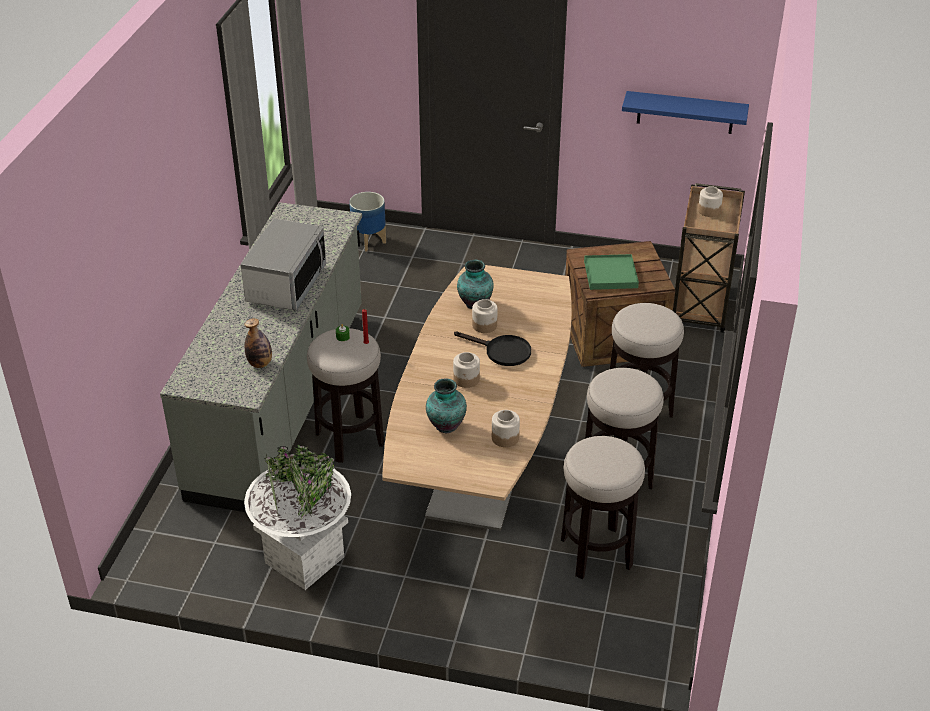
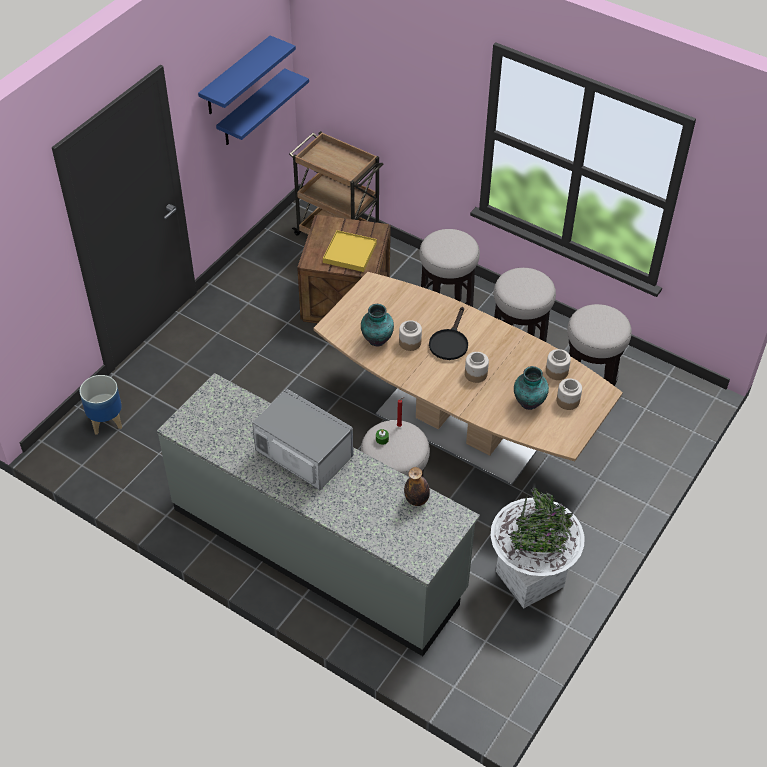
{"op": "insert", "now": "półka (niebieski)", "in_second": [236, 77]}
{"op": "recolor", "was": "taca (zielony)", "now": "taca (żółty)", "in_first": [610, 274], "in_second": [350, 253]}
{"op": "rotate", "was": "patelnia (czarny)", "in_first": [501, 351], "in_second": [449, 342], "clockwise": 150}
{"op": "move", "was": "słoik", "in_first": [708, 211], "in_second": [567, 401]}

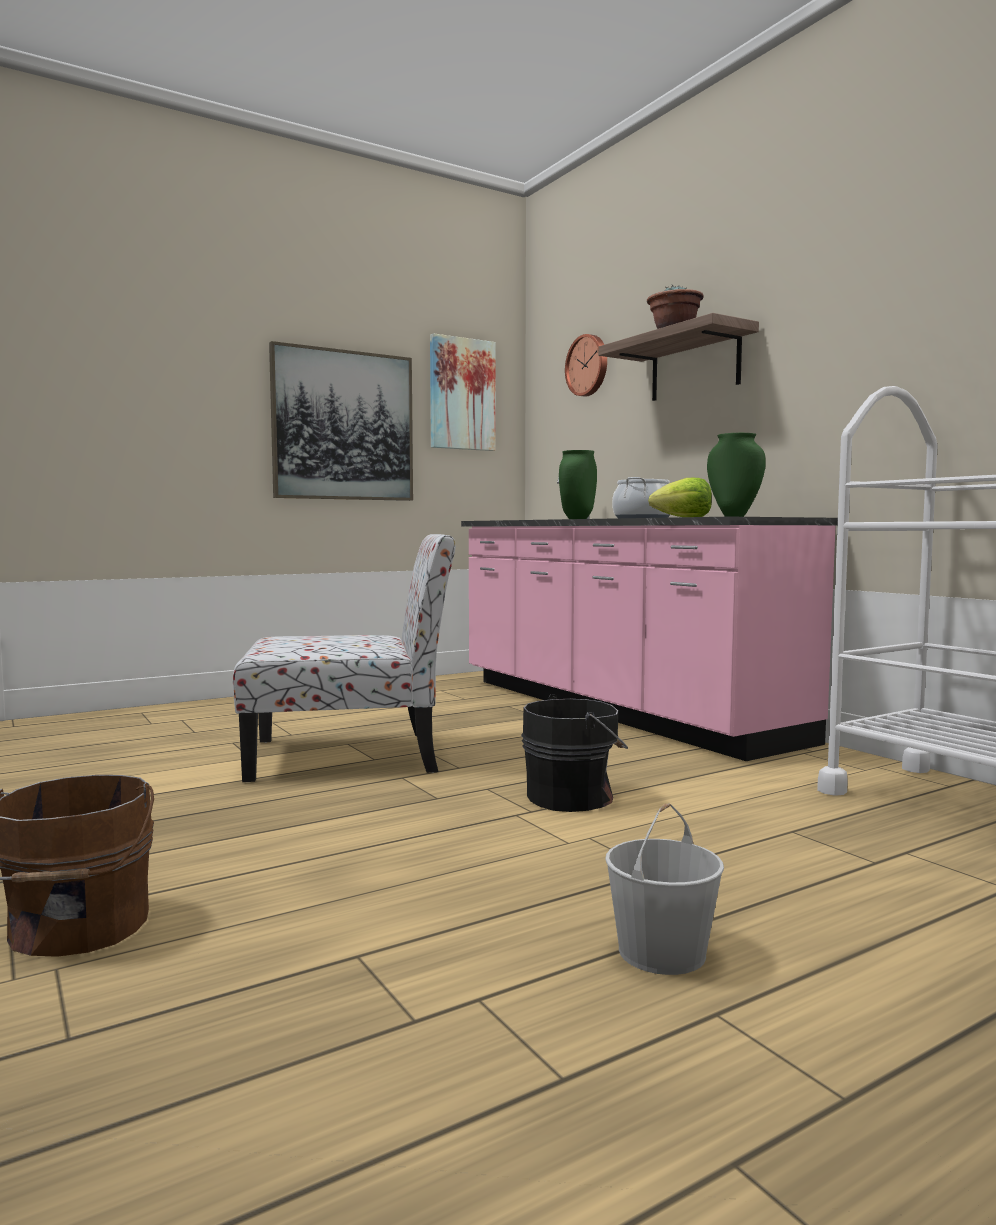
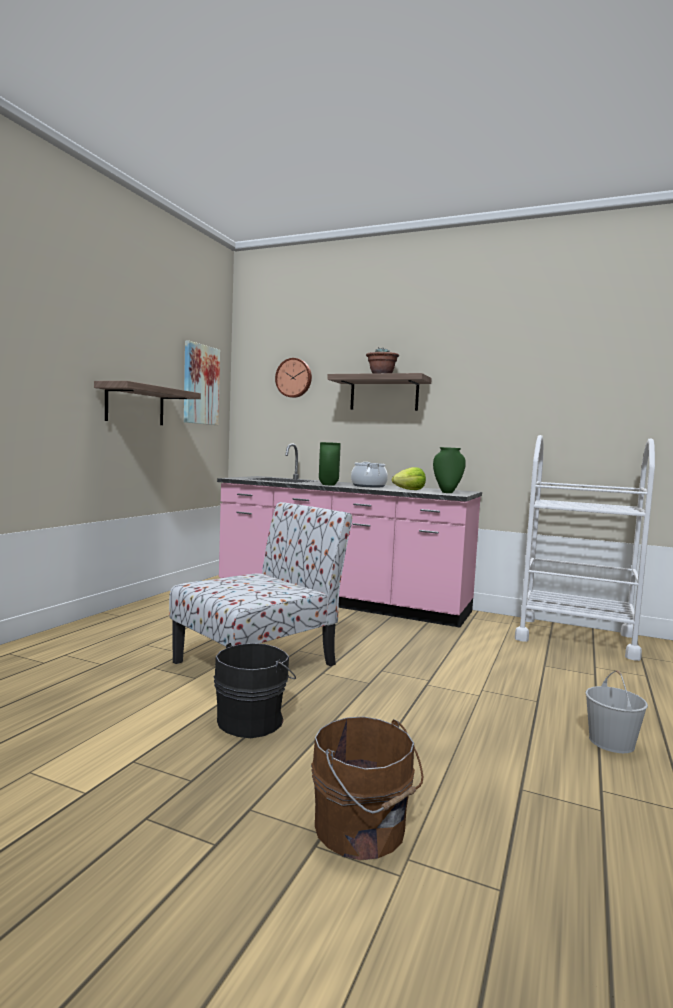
{"op": "replace", "was": "obraz", "now": "półka", "in_first": [343, 425], "in_second": [135, 405]}
{"op": "move", "was": "wiadro (czarny)", "in_first": [574, 797], "in_second": [253, 720]}

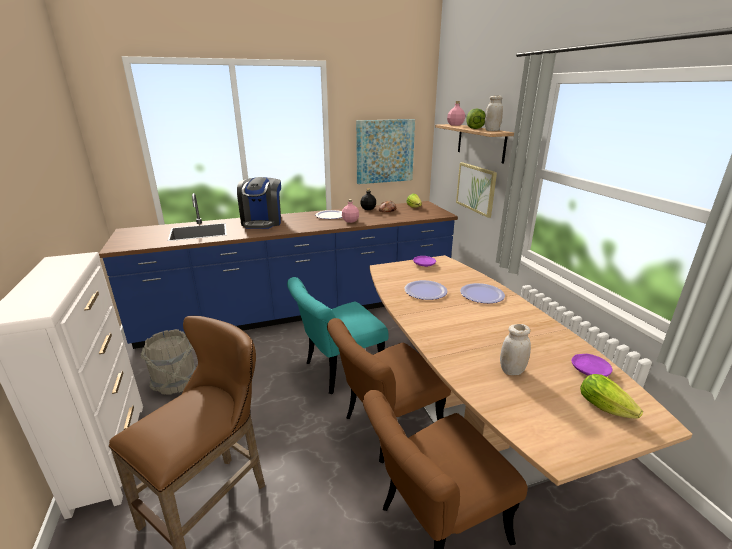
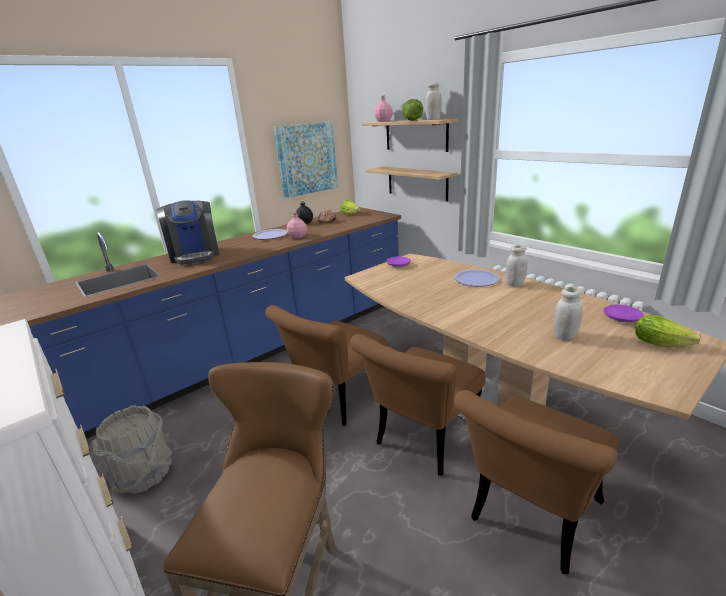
{"op": "recolor", "was": "krzesło (turkusowy)", "now": "krzesło (brązowy)", "in_first": [338, 370], "in_second": [336, 399]}
{"op": "replace", "was": "obraz", "now": "półka", "in_first": [476, 188], "in_second": [417, 183]}
{"op": "insert", "now": "słoik (biały)", "in_second": [514, 284]}
{"op": "delete", "was": "talerz", "in_first": [425, 291]}

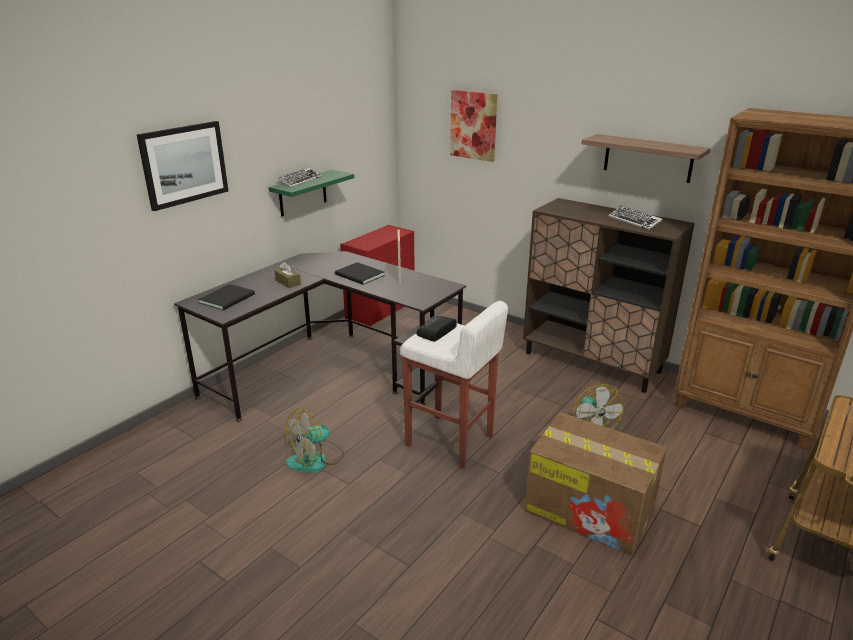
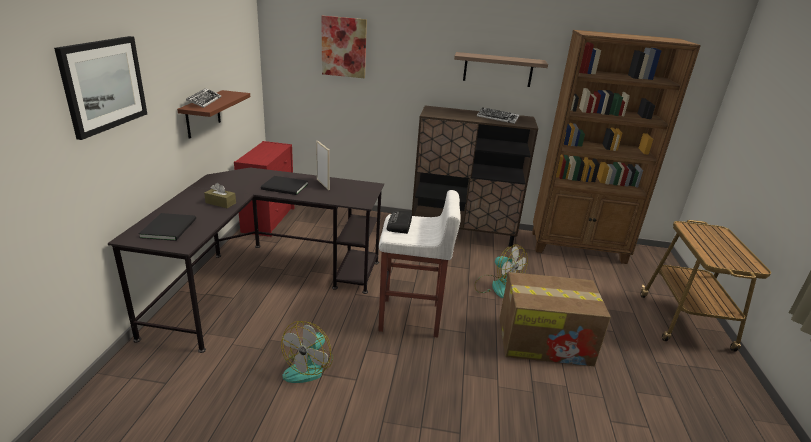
{"op": "recolor", "was": "półka (zielony)", "now": "półka (brązowy)", "in_first": [302, 193], "in_second": [203, 114]}

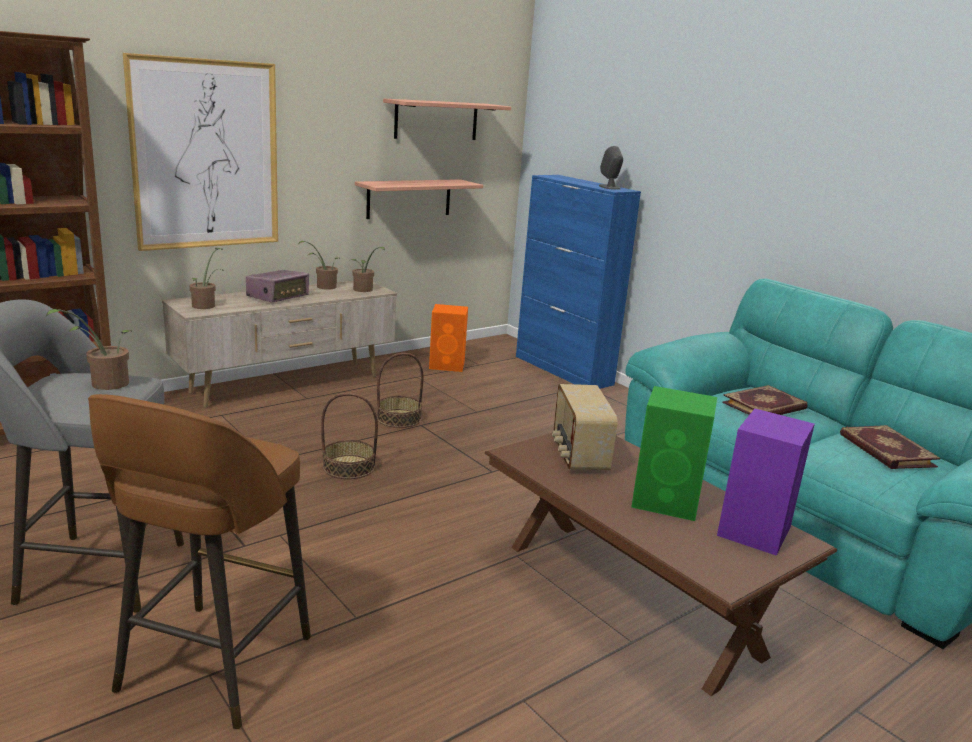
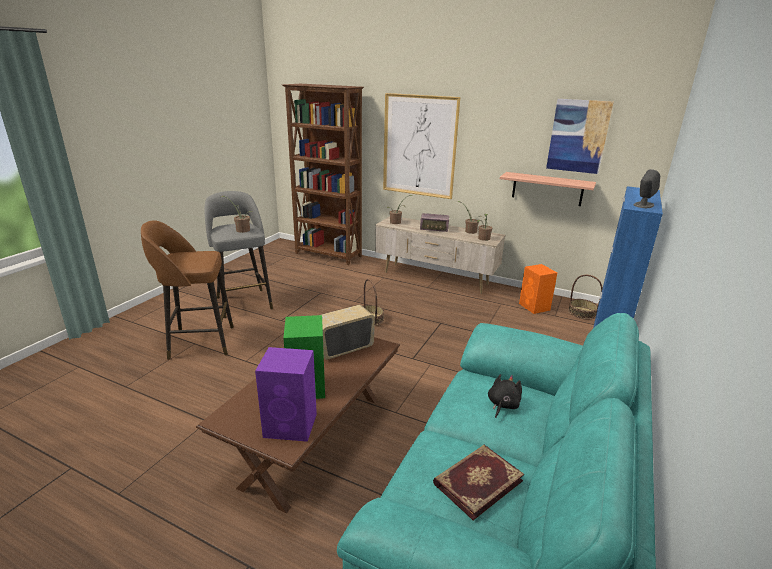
{"op": "replace", "was": "książka", "now": "pluszak (czarny)", "in_first": [765, 406], "in_second": [502, 405]}
{"op": "replace", "was": "półka", "now": "obraz", "in_first": [436, 120], "in_second": [578, 136]}
{"op": "move", "was": "koszyk", "in_first": [399, 418], "in_second": [582, 313]}

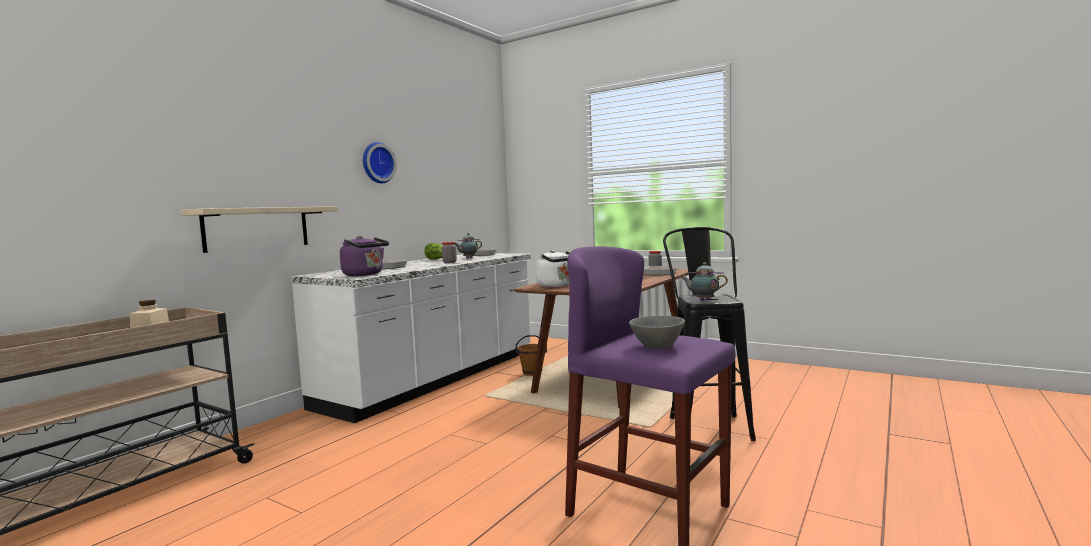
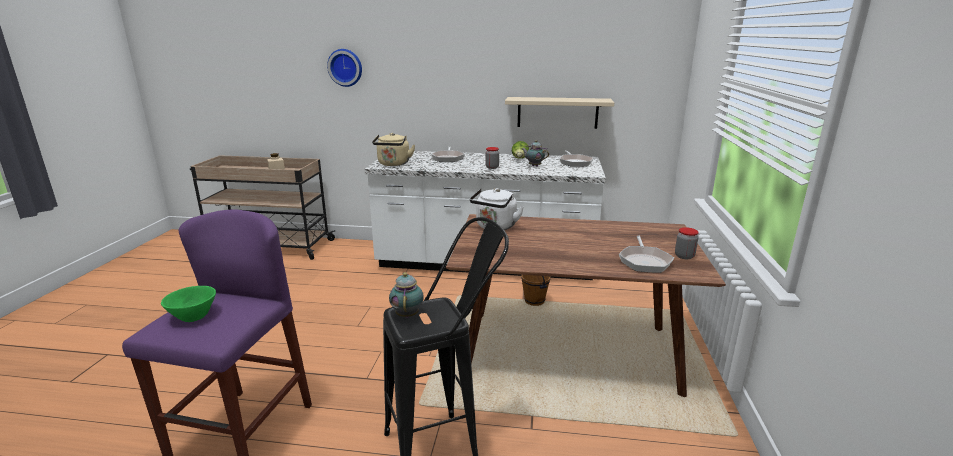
{"op": "recolor", "was": "miska (szary)", "now": "miska (zielony)", "in_first": [656, 345], "in_second": [195, 315]}
{"op": "move", "was": "zegar ścienny", "in_first": [377, 163], "in_second": [345, 67]}
{"op": "recolor", "was": "czajnik (fioletowy)", "now": "czajnik (beżowy)", "in_first": [365, 274], "in_second": [393, 164]}
{"op": "move", "was": "półka (beżowy)", "in_first": [257, 228], "in_second": [557, 112]}

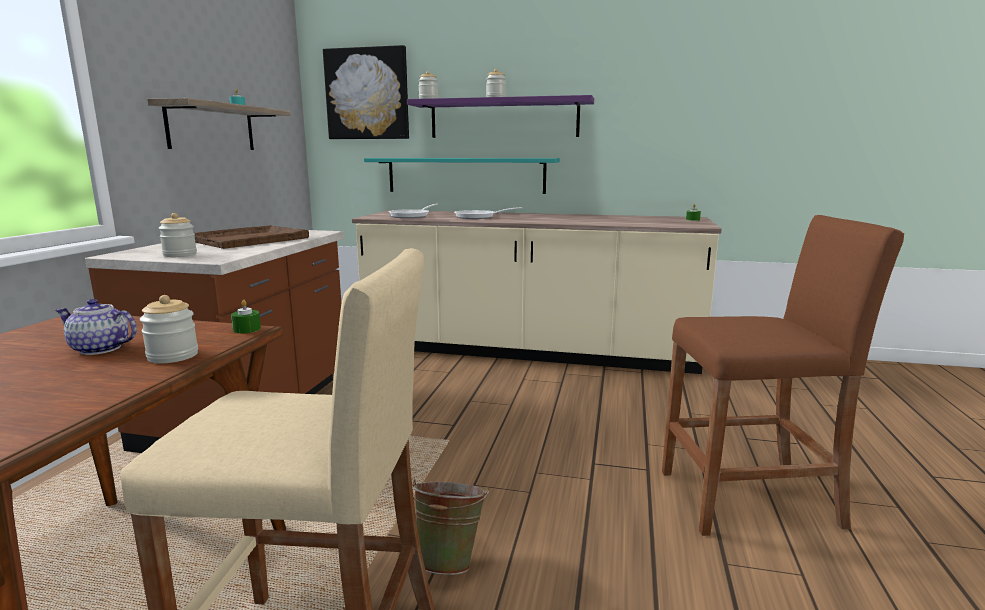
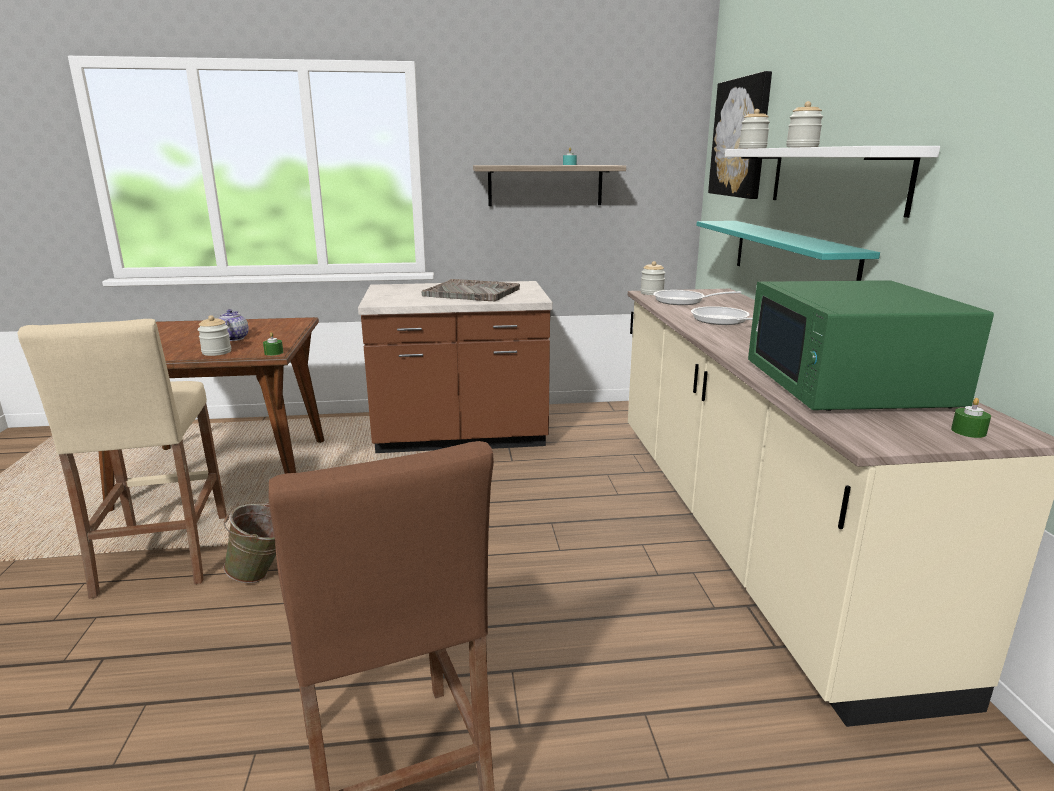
{"op": "recolor", "was": "taca (brązowy)", "now": "taca (szary)", "in_first": [251, 239], "in_second": [472, 293]}
{"op": "move", "was": "słoik", "in_first": [180, 255], "in_second": [652, 293]}
{"op": "recolor", "was": "półka (fioletowy)", "now": "półka (biały)", "in_first": [503, 119], "in_second": [834, 178]}
{"op": "insert", "now": "mikrofalówka (zielony)", "in_second": [847, 385]}

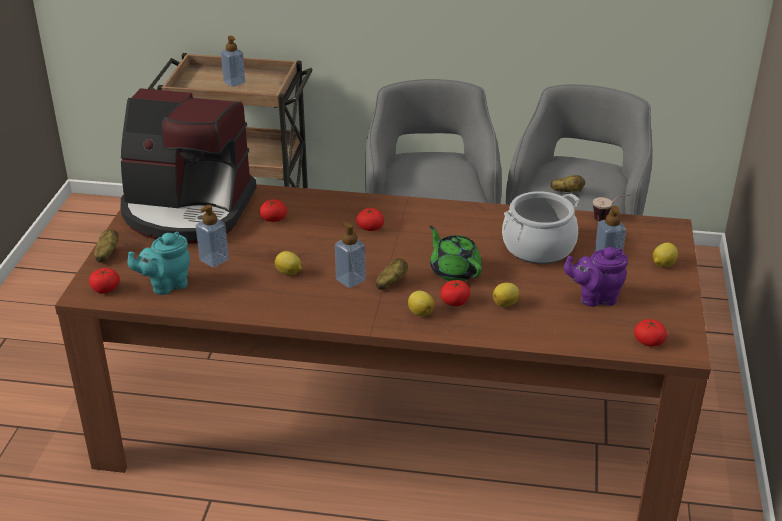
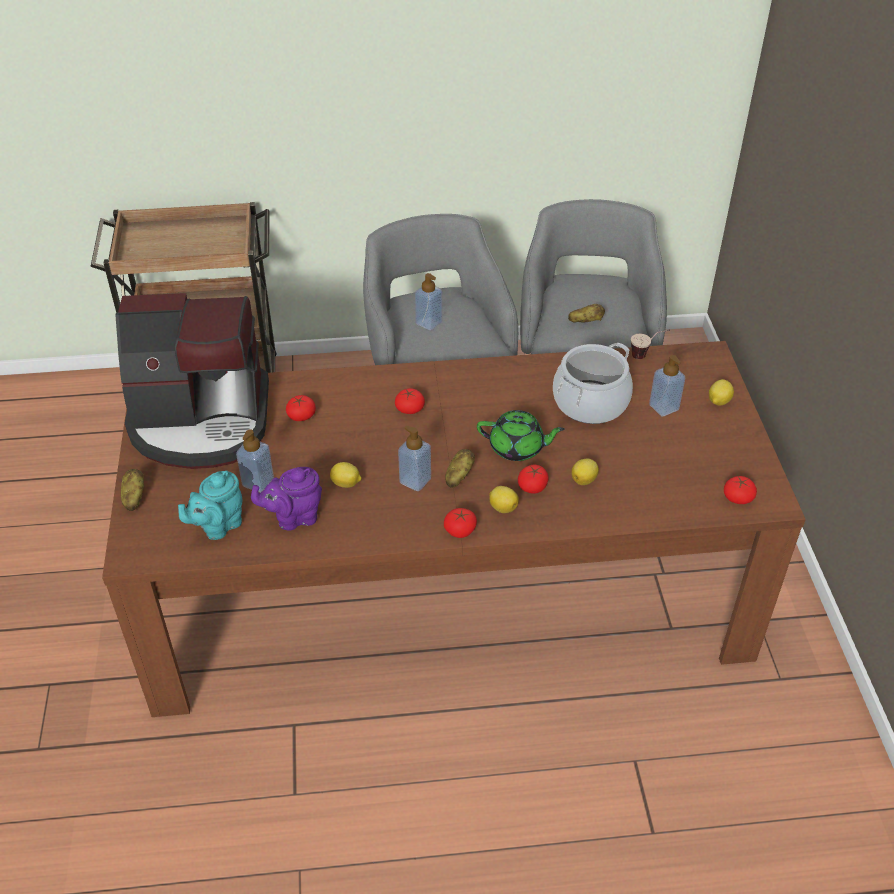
{"op": "move", "was": "imbryk (fioletowy)", "in_first": [595, 298], "in_second": [294, 517]}
{"op": "move", "was": "dozownik mydła", "in_first": [234, 82], "in_second": [429, 323]}
{"op": "move", "was": "pomidor", "in_first": [105, 289], "in_second": [460, 530]}
{"op": "rotate", "was": "imbryk (zielony)", "in_first": [454, 270], "in_second": [517, 448], "clockwise": 150}

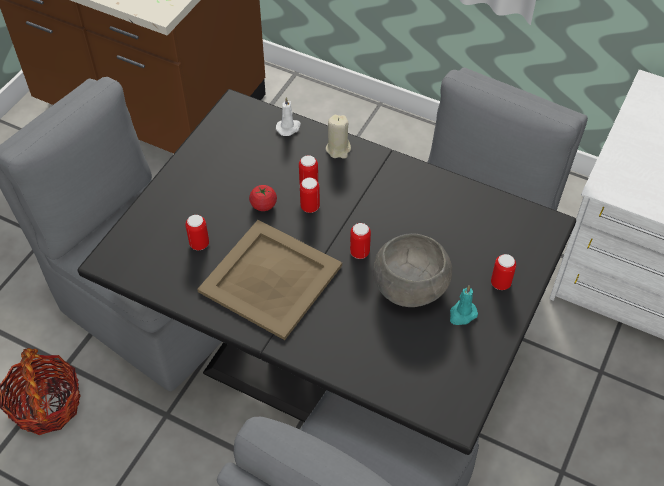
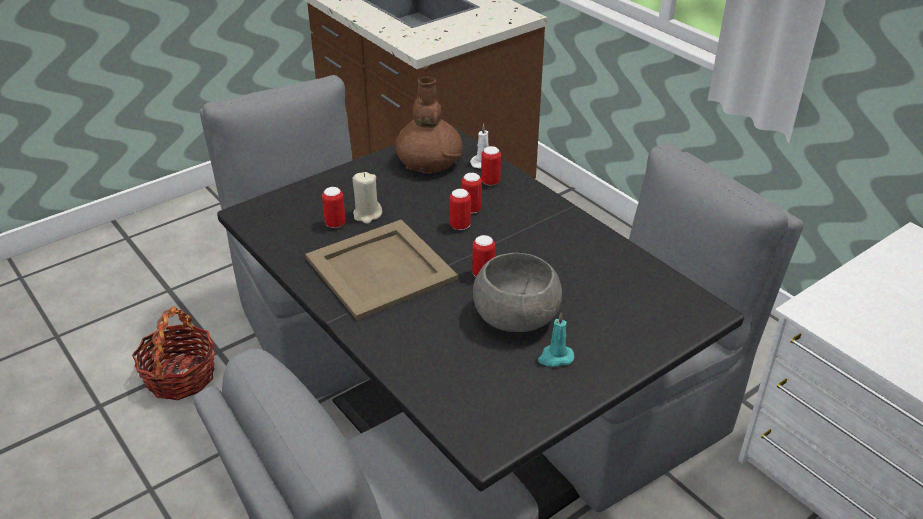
{"op": "move", "was": "świeca (beżowy)", "in_first": [338, 149], "in_second": [367, 214]}
{"op": "insert", "now": "wazon (brązowy)", "in_second": [428, 161]}
{"op": "move", "was": "puszka", "in_first": [500, 283], "in_second": [490, 182]}
{"op": "delete", "was": "pomidor", "in_first": [263, 205]}

